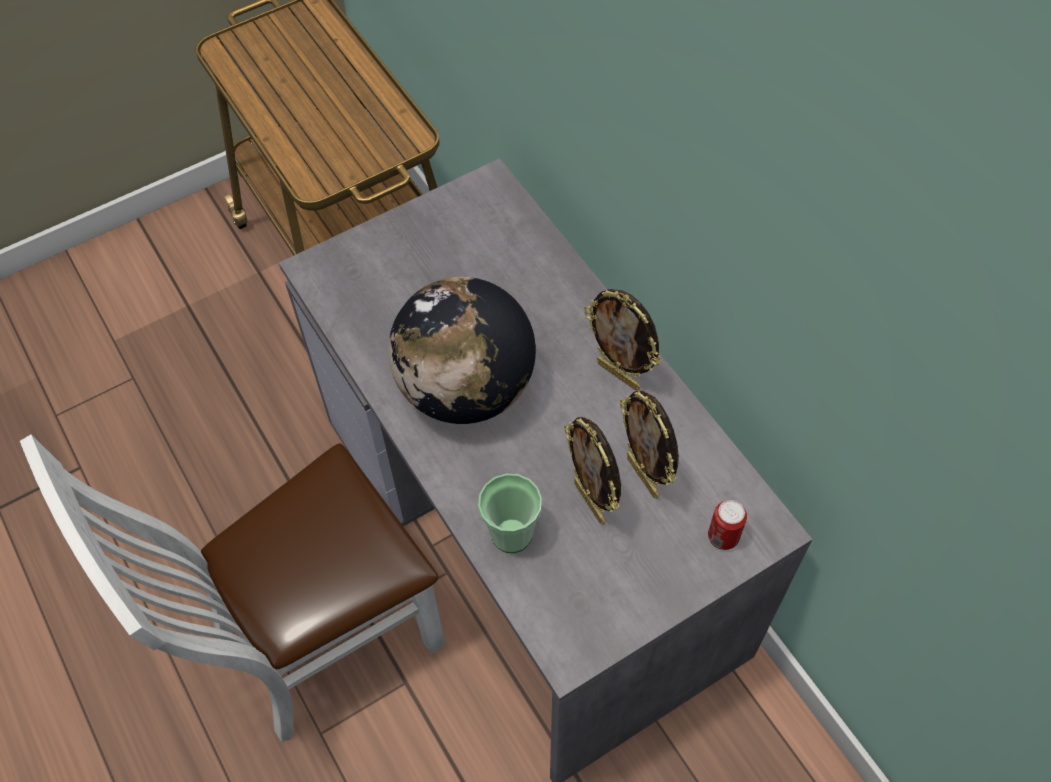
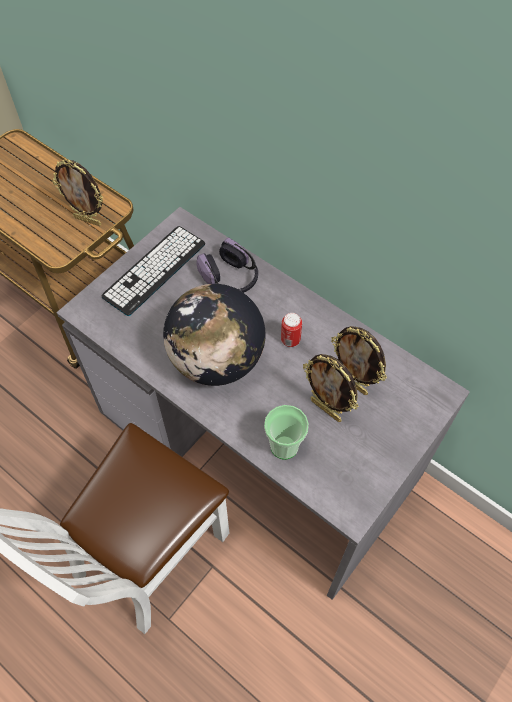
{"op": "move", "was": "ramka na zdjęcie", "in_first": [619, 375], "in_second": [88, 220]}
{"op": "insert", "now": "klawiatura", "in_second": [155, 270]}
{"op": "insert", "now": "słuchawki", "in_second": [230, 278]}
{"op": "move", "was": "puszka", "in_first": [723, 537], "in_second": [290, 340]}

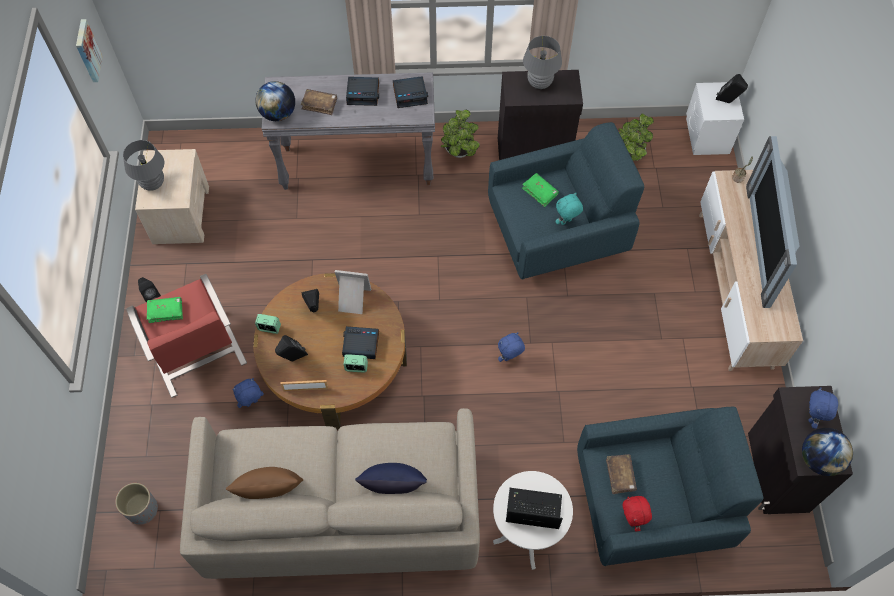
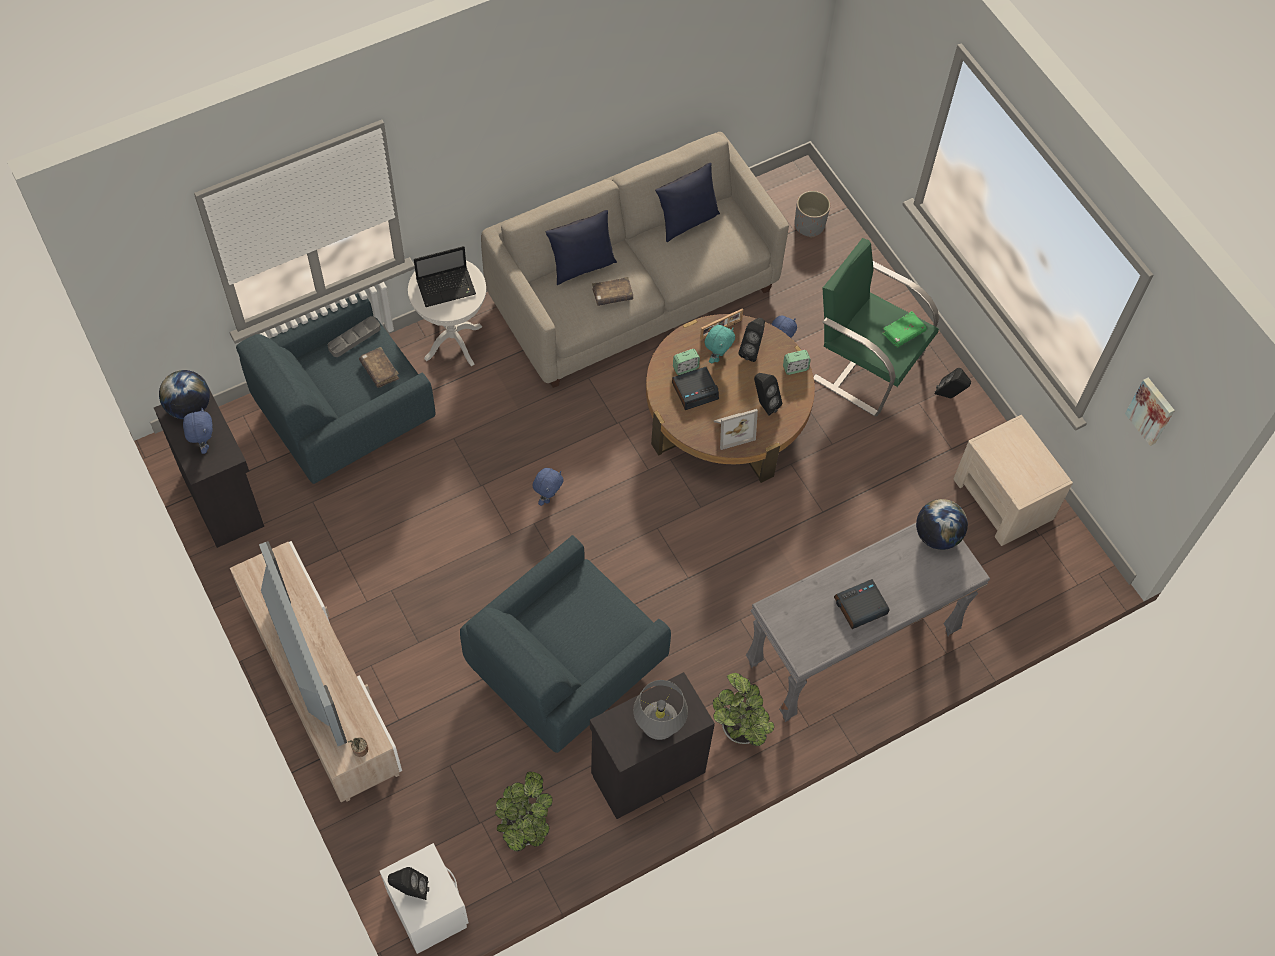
{"op": "replace", "was": "pluszak (czerwony)", "now": "taca (szary)", "in_first": [632, 520], "in_second": [354, 338]}
{"op": "move", "was": "książka (brązowy)", "in_first": [319, 104], "in_second": [612, 295]}
{"op": "recolor", "was": "poduszka (brązowy)", "now": "poduszka (niebieski)", "in_first": [271, 493], "in_second": [686, 221]}
{"op": "move", "was": "pluszak (turkusowy)", "in_first": [566, 222], "in_second": [717, 356]}
{"op": "recolor", "was": "fotel (czerwony)", "now": "fotel (zielony)", "in_first": [197, 354], "in_second": [866, 366]}
{"op": "delete", "was": "lampa stołowa (szary)", "in_first": [153, 183]}
{"op": "delete", "was": "budzik", "in_first": [410, 95]}
{"op": "delete", "was": "książka (zielony)", "in_first": [540, 192]}

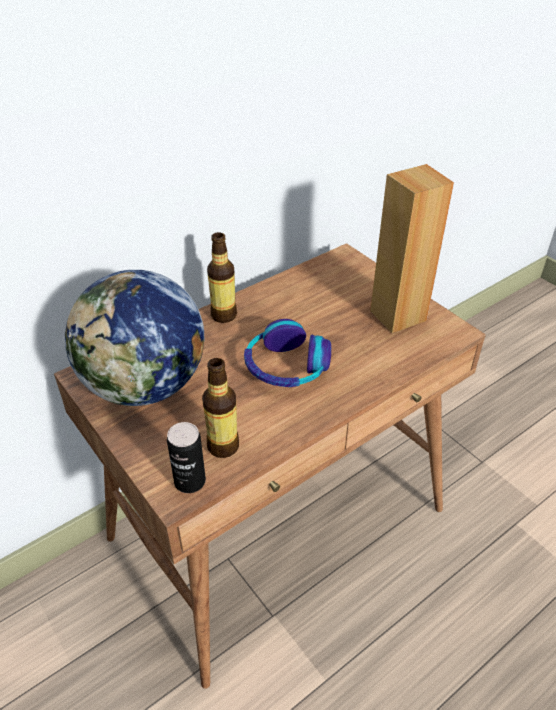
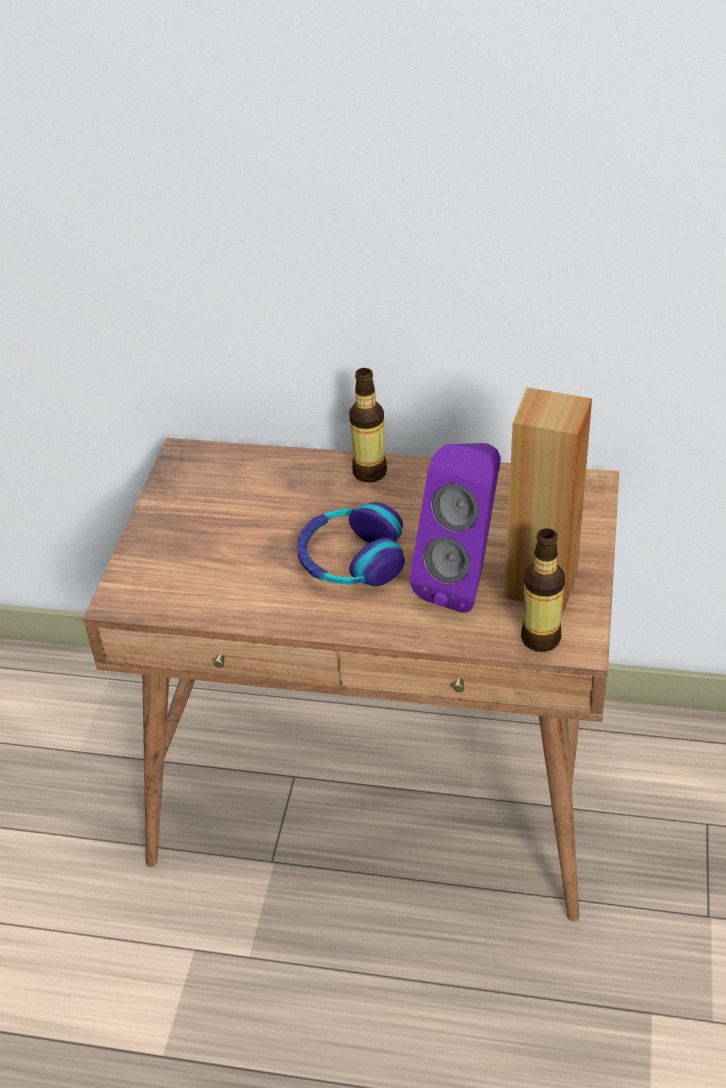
{"op": "insert", "now": "głośnik (fioletowy)", "in_second": [463, 581]}
{"op": "move", "was": "butelka", "in_first": [223, 446], "in_second": [540, 638]}
{"op": "delete", "was": "globus", "in_first": [145, 386]}
{"op": "delete", "was": "puszka", "in_first": [190, 481]}

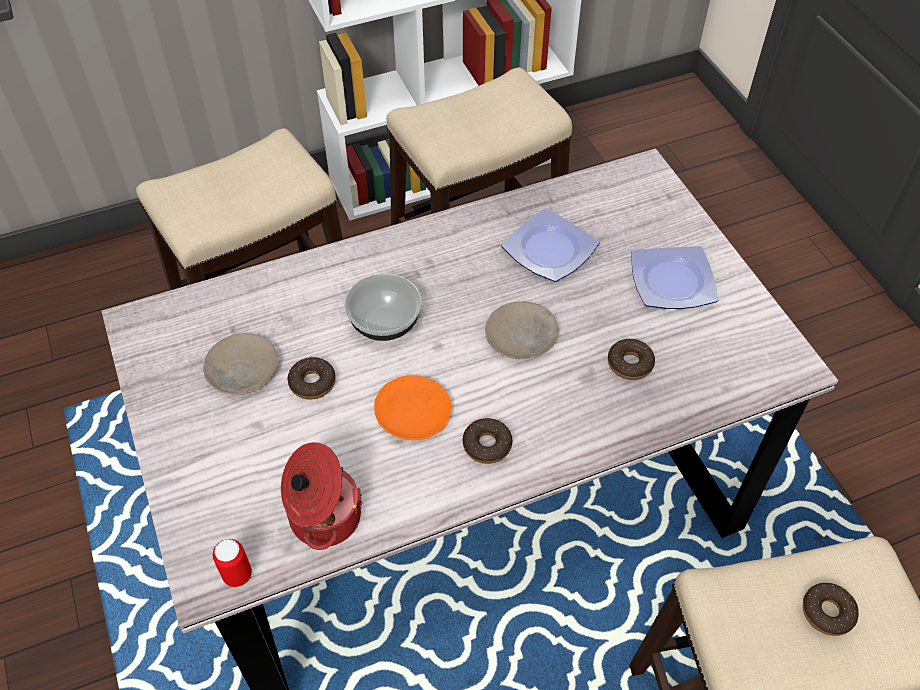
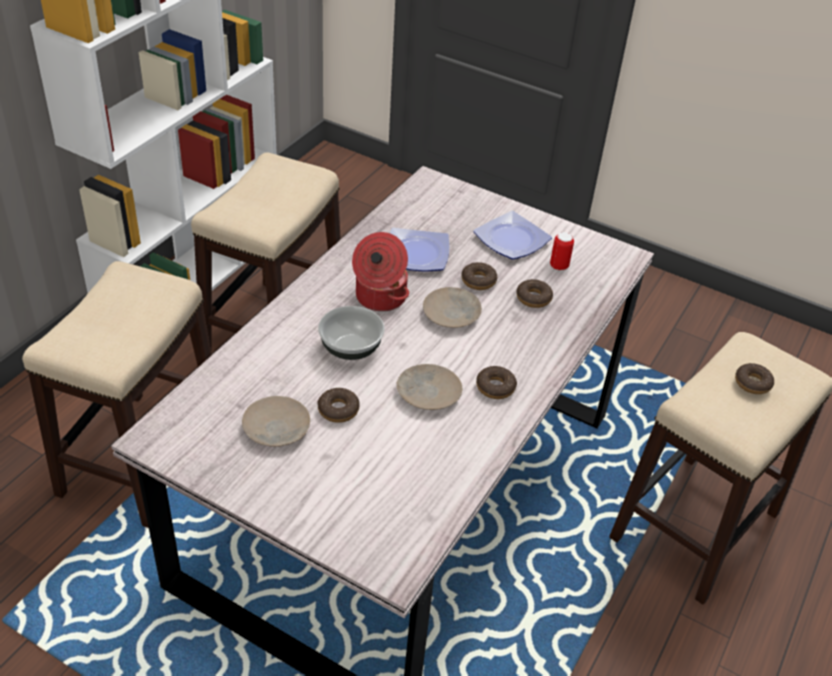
{"op": "move", "was": "garnek", "in_first": [323, 516], "in_second": [379, 297]}
{"op": "recolor", "was": "talerz (pomarańczowy)", "now": "talerz (beżowy)", "in_first": [412, 412], "in_second": [428, 393]}
{"op": "insert", "now": "donut", "in_second": [478, 281]}
{"op": "move", "was": "puszka", "in_first": [237, 575], "in_second": [559, 266]}

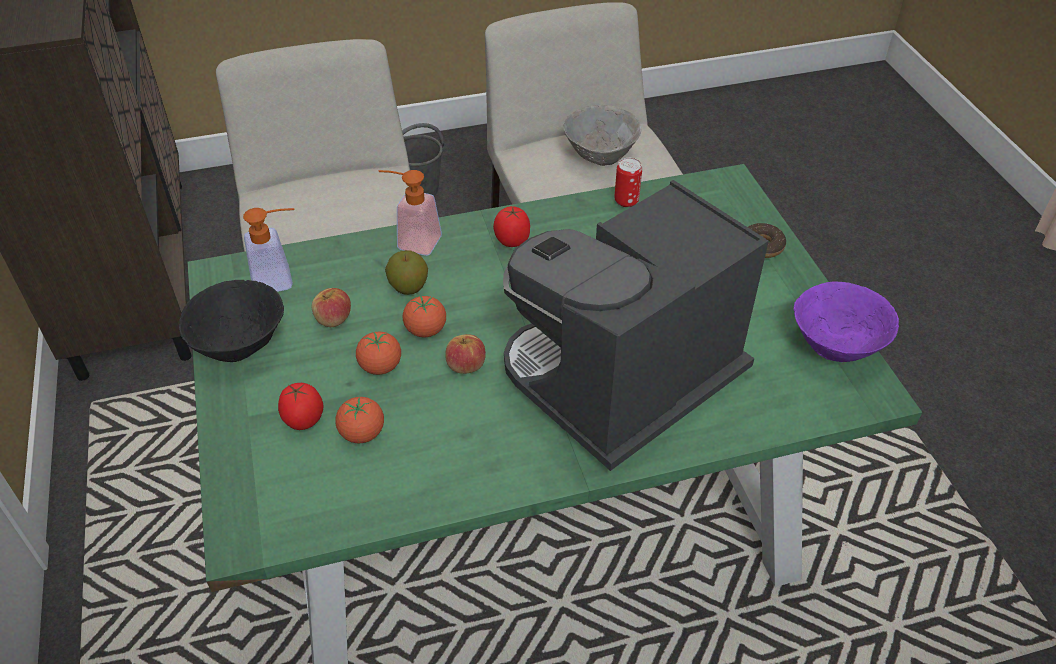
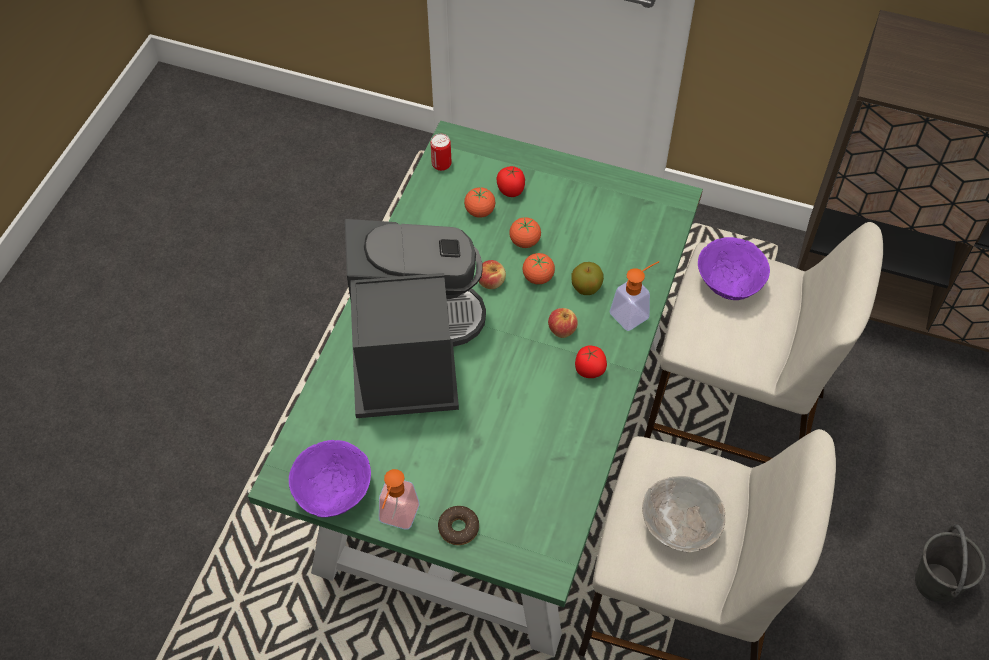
{"op": "move", "was": "dozownik mydła", "in_first": [280, 279], "in_second": [396, 519]}
{"op": "move", "was": "puszka", "in_first": [626, 201], "in_second": [441, 165]}
{"op": "move", "was": "jabłko", "in_first": [333, 319], "in_second": [562, 329]}
{"op": "insert", "now": "miska (fioletowy)", "in_second": [729, 284]}
{"op": "delete", "was": "miska (czarny)", "in_first": [241, 344]}

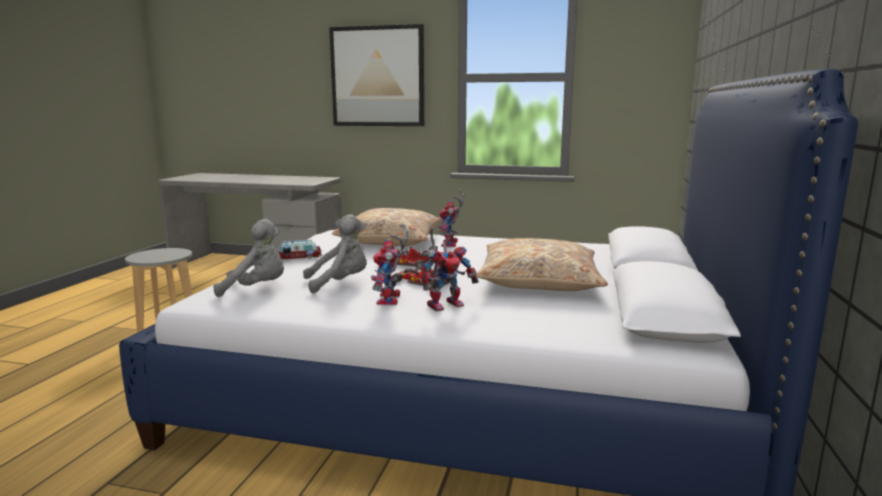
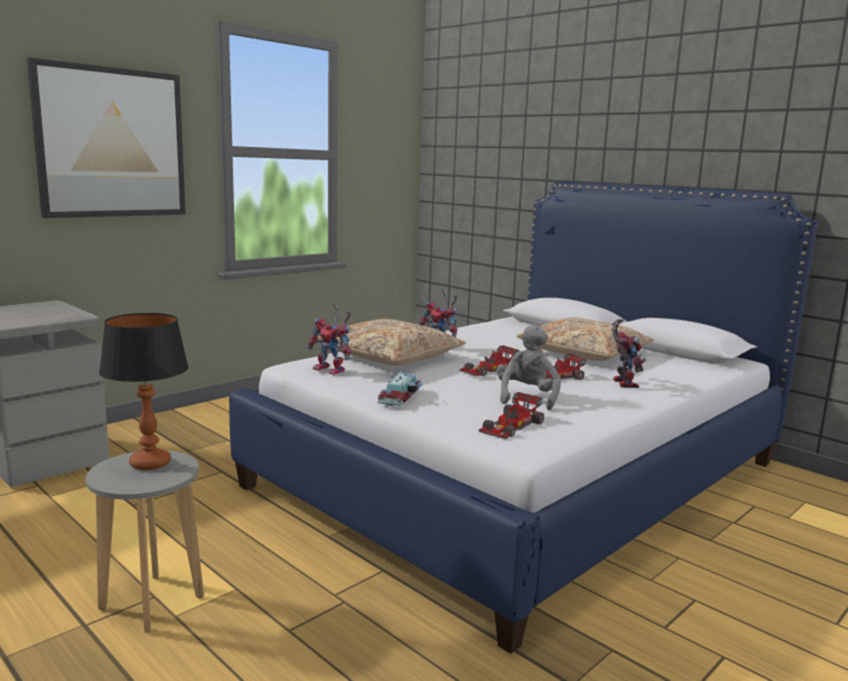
{"op": "insert", "now": "lampa stołowa", "in_second": [150, 463]}
{"op": "move", "was": "robot zabawkowy", "in_first": [391, 300], "in_second": [332, 370]}
{"op": "replace", "was": "pluszak (szary)", "now": "samochodzik", "in_first": [257, 289], "in_second": [511, 425]}

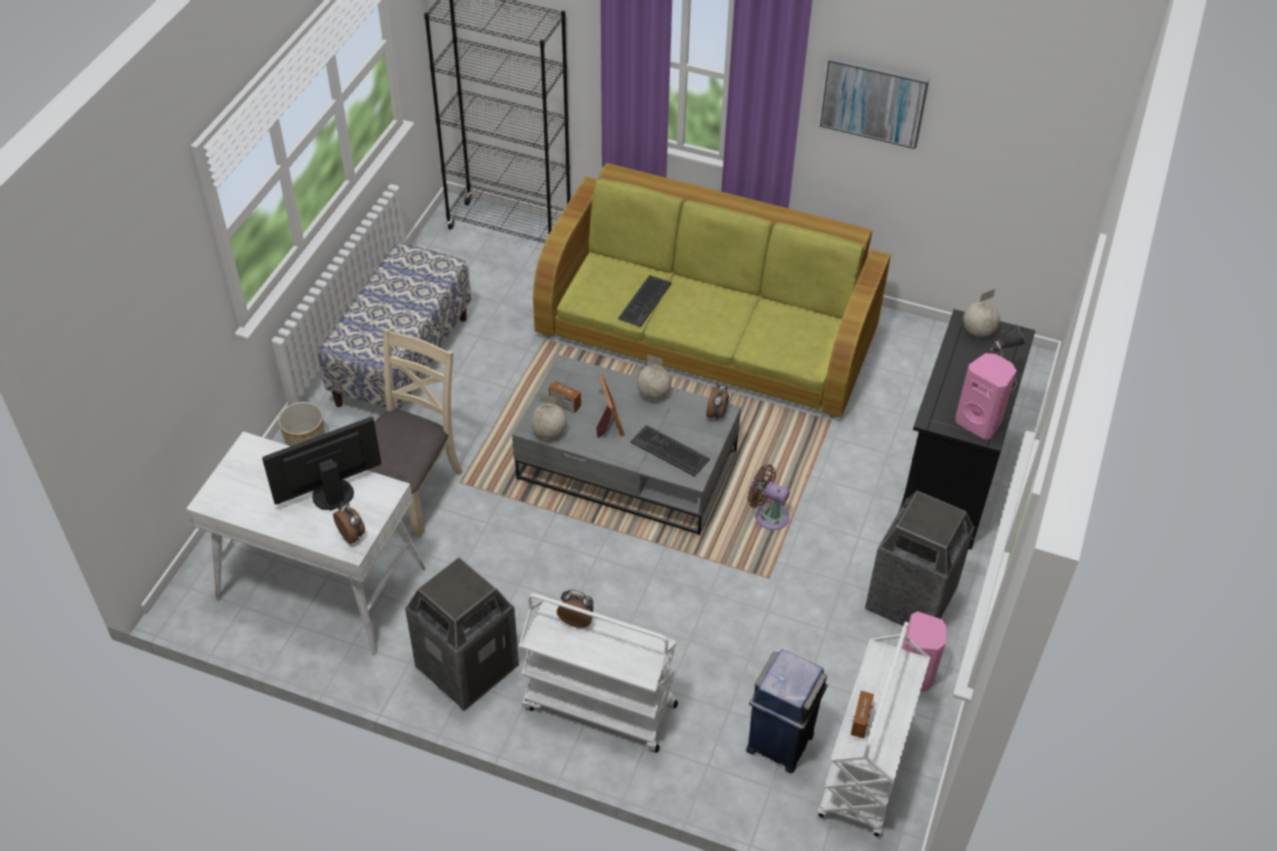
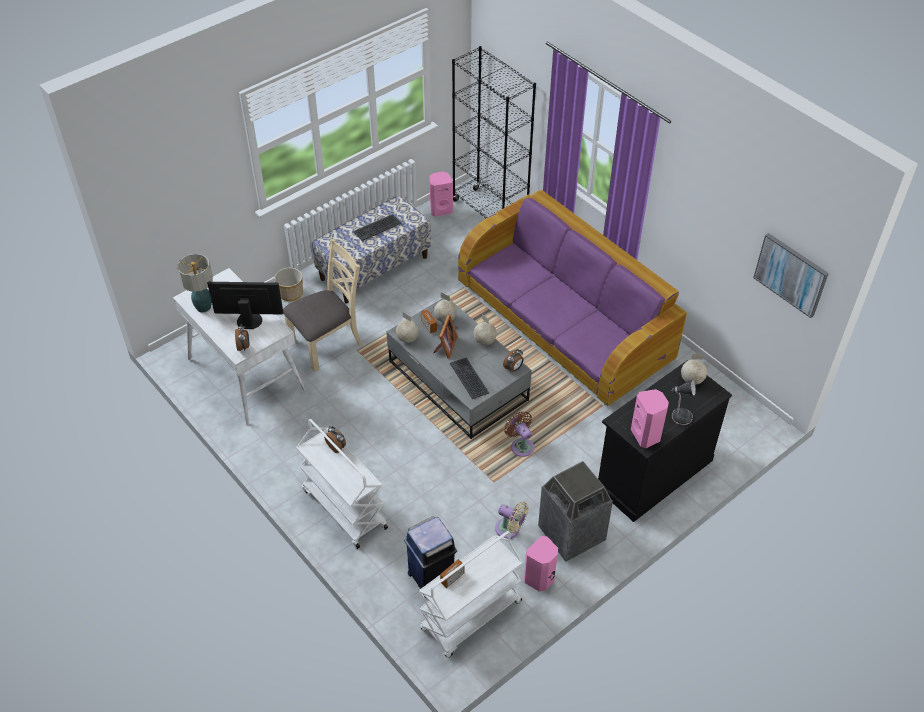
{"op": "insert", "now": "lampa stołowa", "in_second": [204, 307]}
{"op": "move", "was": "klawiatura", "in_first": [644, 301], "in_second": [377, 227]}
{"op": "insert", "now": "głośnik (różowy)", "in_second": [440, 209]}
{"op": "insert", "now": "globus", "in_second": [445, 318]}
{"op": "recolor", "was": "kanapa (zielony)", "now": "kanapa (fioletowy)", "in_first": [708, 332], "in_second": [565, 321]}
{"op": "insert", "now": "wentylator (beżowy)", "in_second": [510, 530]}
{"op": "move", "was": "obraz", "in_first": [873, 101], "in_second": [791, 274]}
{"op": "delete", "was": "kosz na śmieci", "in_first": [467, 666]}

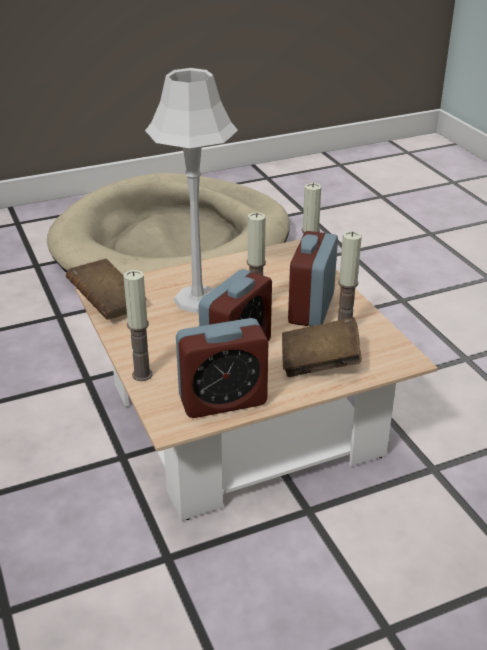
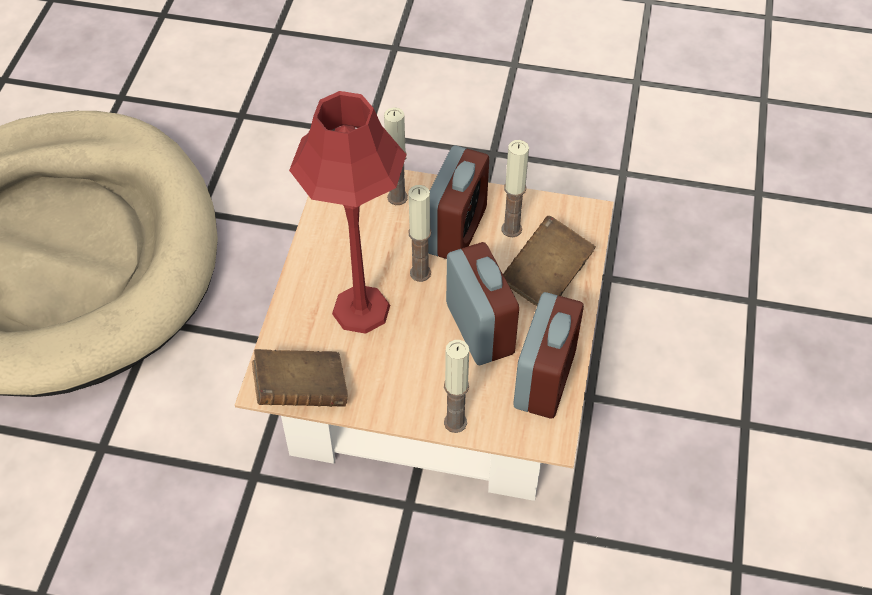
{"op": "recolor", "was": "lampa stołowa (szary)", "now": "lampa stołowa (czerwony)", "in_first": [197, 299], "in_second": [360, 309]}
{"op": "rotate", "was": "budzik", "in_first": [311, 309], "in_second": [456, 230], "clockwise": -120}

